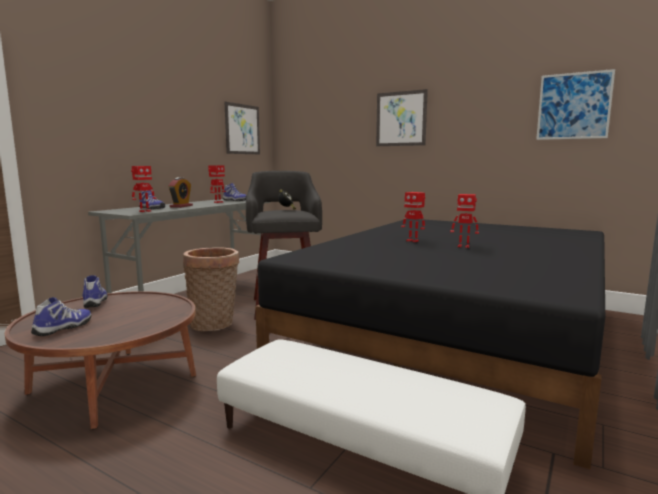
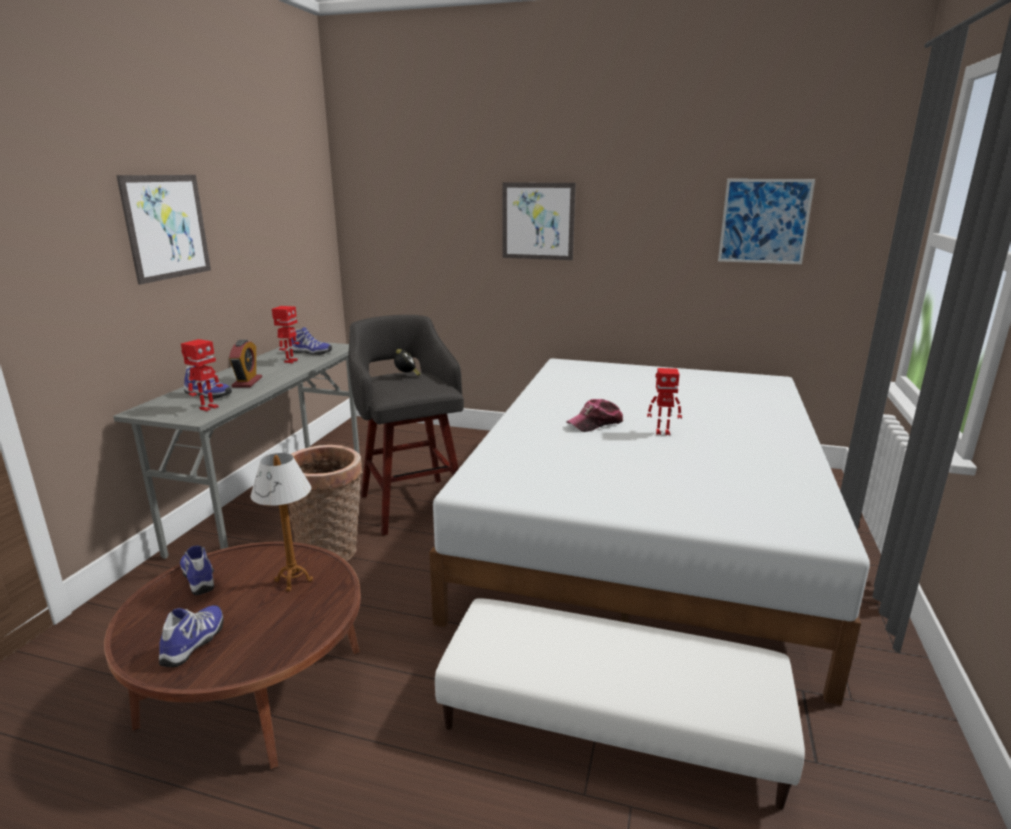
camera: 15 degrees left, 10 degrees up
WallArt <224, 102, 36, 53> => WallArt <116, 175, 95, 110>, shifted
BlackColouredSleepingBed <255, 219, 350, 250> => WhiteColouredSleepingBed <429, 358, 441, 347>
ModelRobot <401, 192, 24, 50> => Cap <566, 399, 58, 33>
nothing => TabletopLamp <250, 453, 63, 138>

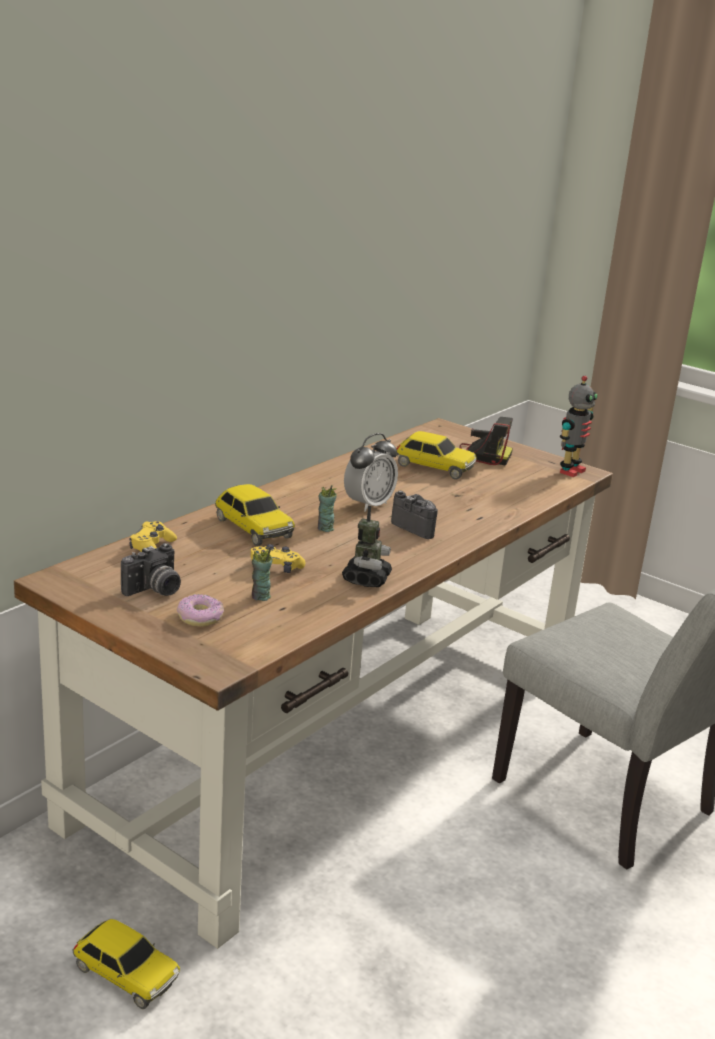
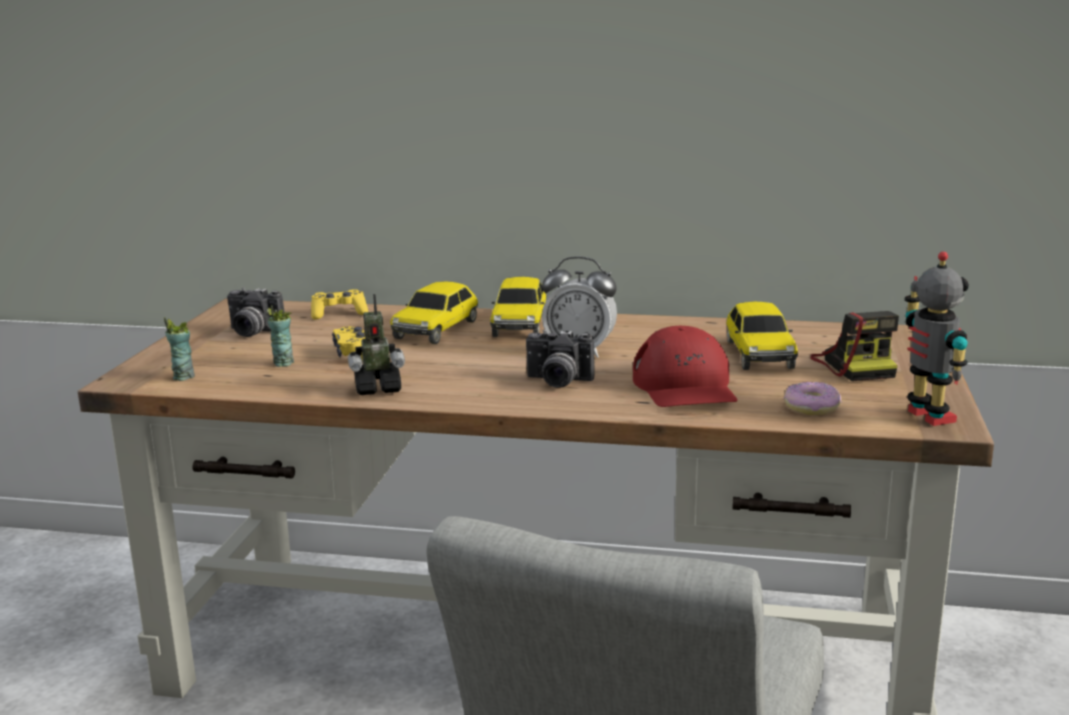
camera: 65 degrees right, 5 degrees down
ToyCar <73, 919, 107, 90> => ToyCar <490, 277, 56, 60>, shifted
Donut <177, 594, 47, 33> => Donut <784, 382, 58, 33>, shifted
Cup <318, 485, 19, 47> => Cup <164, 317, 31, 64>, shifted
StillCamera <391, 491, 47, 48> => StillCamera <526, 330, 69, 58>, 90 degrees clockwise
ModelRobot <560, 376, 37, 101> => ModelRobot <905, 251, 64, 175>, 120 degrees counterclockwise
nothing => RedColouredCap <633, 326, 105, 81>

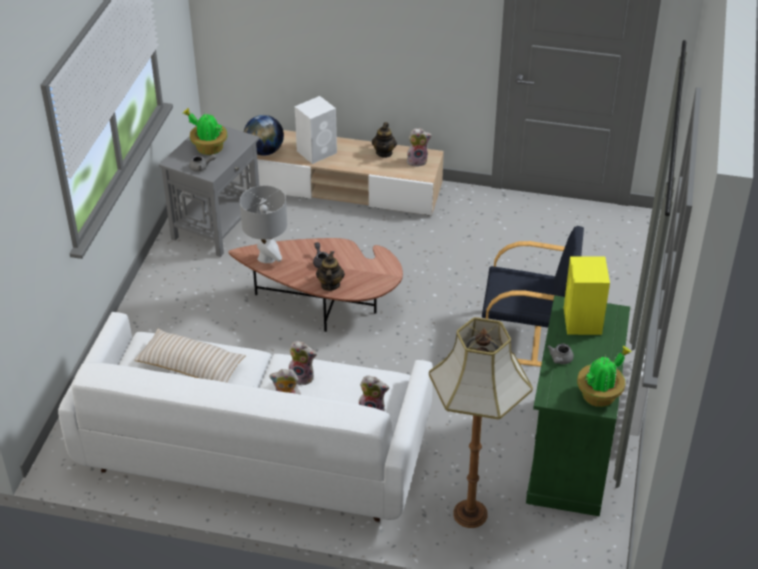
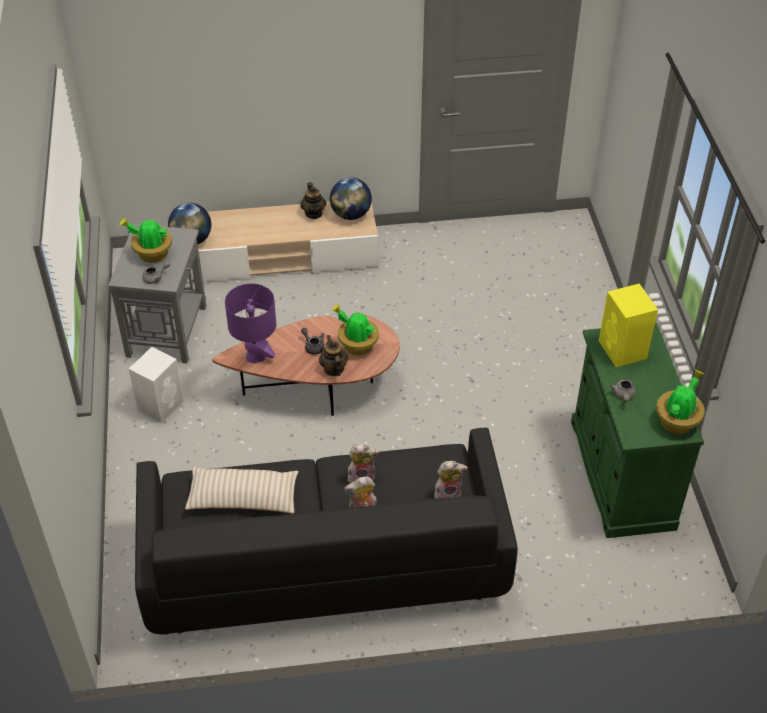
camera: 20 degrees left, 5 degrees up
WhiteColouredSofa <58, 312, 375, 210> => BlackColouredSofa <135, 428, 383, 207>
GreyTabletopLamp <240, 186, 47, 77> => PurpleTabletopLamp <225, 283, 51, 80>
WhiteColouredLoudspeaker <295, 96, 42, 68> => WhiteColouredLoudspeaker <129, 347, 55, 76>, shifted
PlushToy <407, 128, 25, 39> => Globe <330, 177, 42, 43>
StandingLamp <429, 317, 104, 211> => nothing
BlackColouredEasyChair <482, 226, 102, 141> => nothing
nothing => PottedPlant <332, 304, 47, 51>

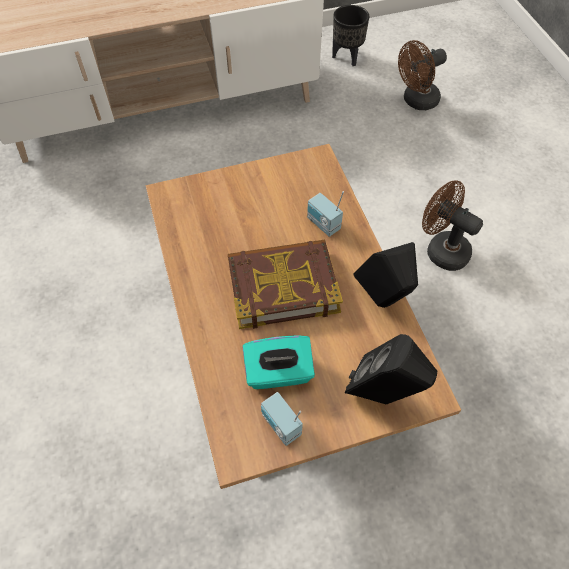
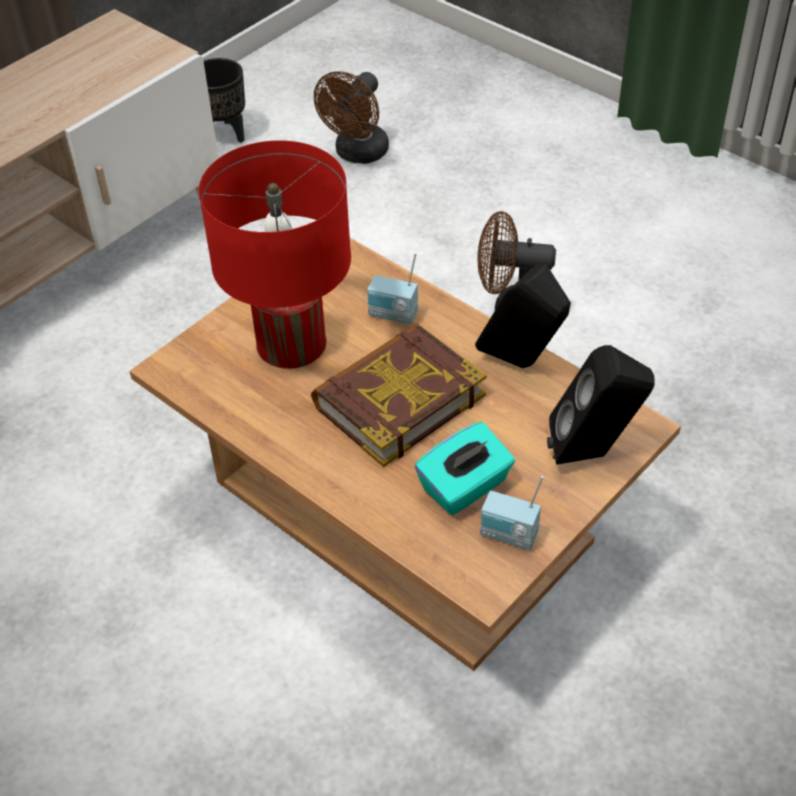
camera: 30 degrees left, 10 degrees down
nothing => RedColouredTabletopLamp <199, 140, 152, 229>

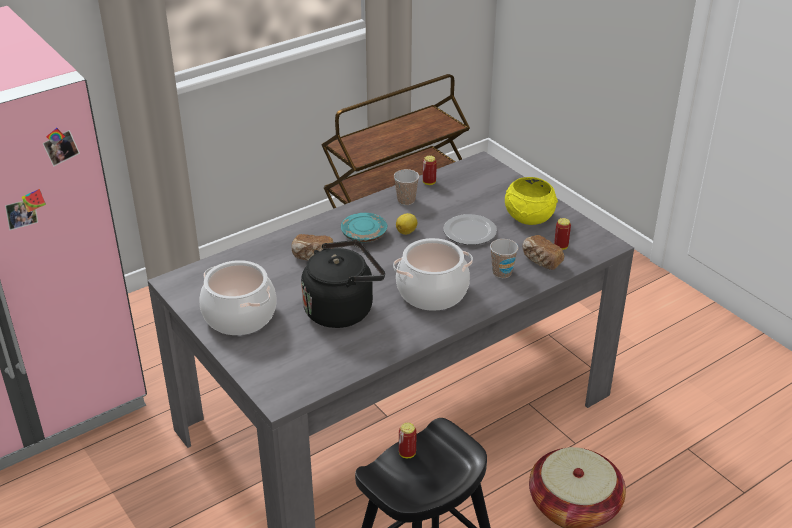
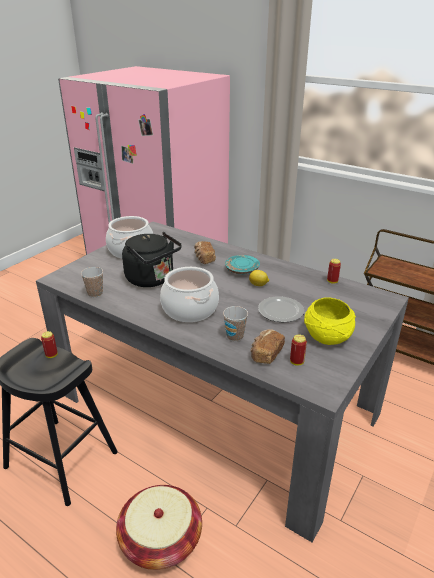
camera: 70 degrees right, 5 degrees down
Cup <394, 169, 25, 36> => Cup <81, 267, 22, 30>, shifted

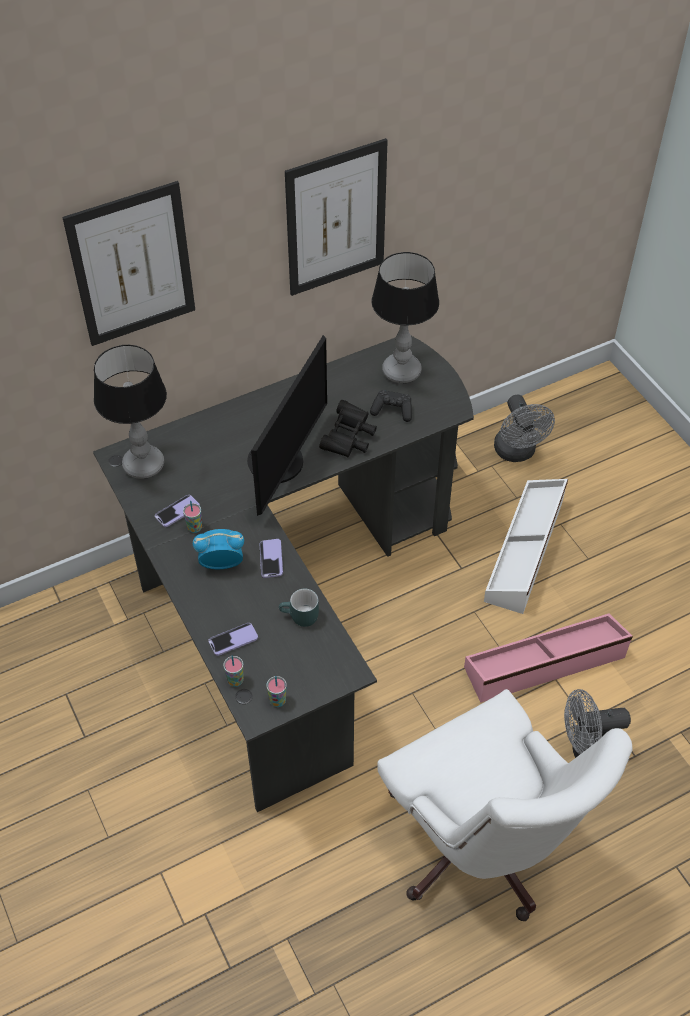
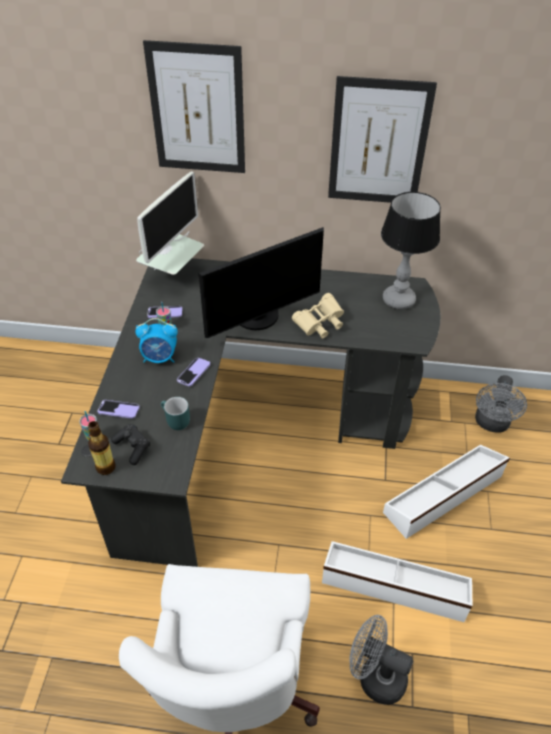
camera: 35 degrees right, 5 degrees down
TabletopLamp <94, 345, 73, 134> => ComputerScreen <136, 171, 68, 104>
AlarmClock <193, 529, 51, 40> => AlarmClock <135, 318, 43, 45>, 150 degrees clockwise
Cup <266, 676, 21, 31> => BeverageBottle <88, 421, 28, 54>
BlackColouredFieldGlasses <319, 400, 58, 58> => SandColouredFieldGlasses <292, 293, 52, 45>
BlackColouredGamepad <370, 390, 42, 32> => BlackColouredGamepad <111, 424, 39, 41>, shifted
PinkColouredStorageContainer <464, 613, 168, 90> => WhiteColouredStorageContainer <322, 541, 150, 81>

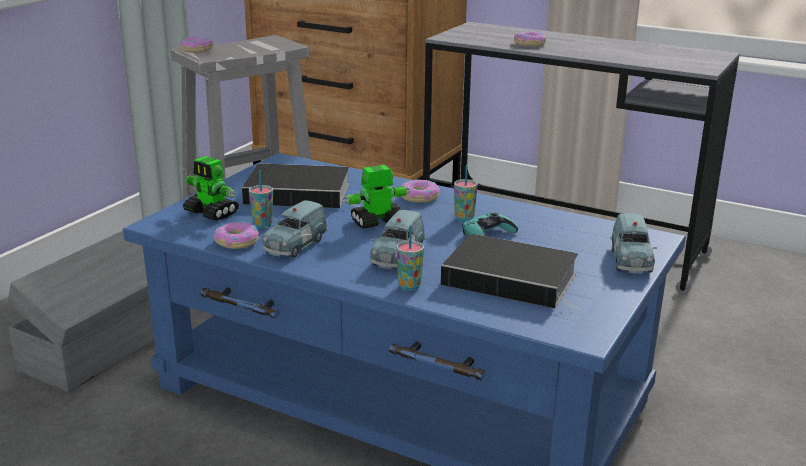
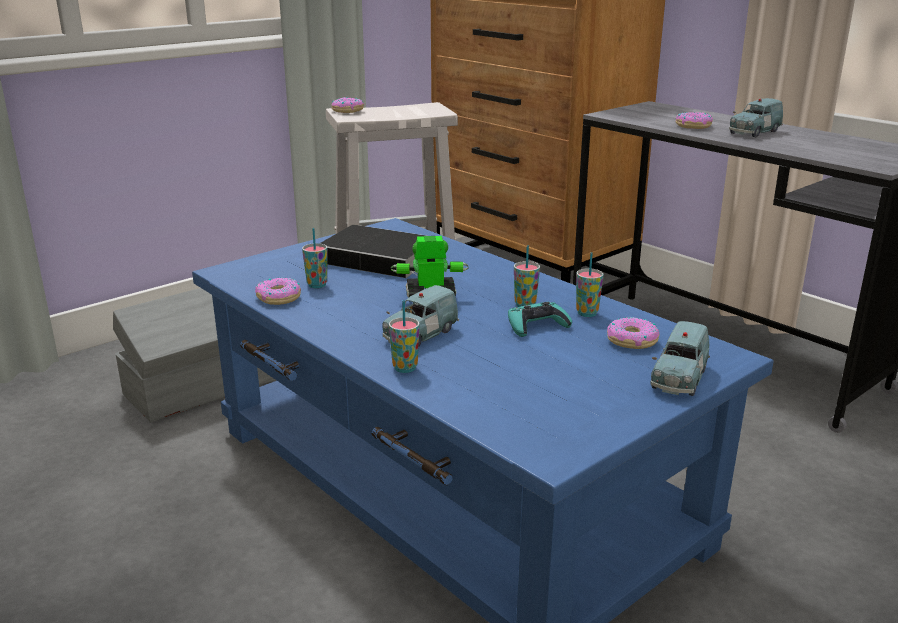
camera: 20 degrees right, 0 degrees up
ModelRobot <183, 156, 56, 65> => nothing
BluishToyCar <262, 200, 66, 58> => BluishToyCar <729, 98, 54, 39>, shifted
Donut <401, 179, 39, 23> => Donut <607, 317, 52, 32>, shifted
Volume <441, 234, 141, 76> => nothing
nothing => Cup <576, 252, 28, 65>

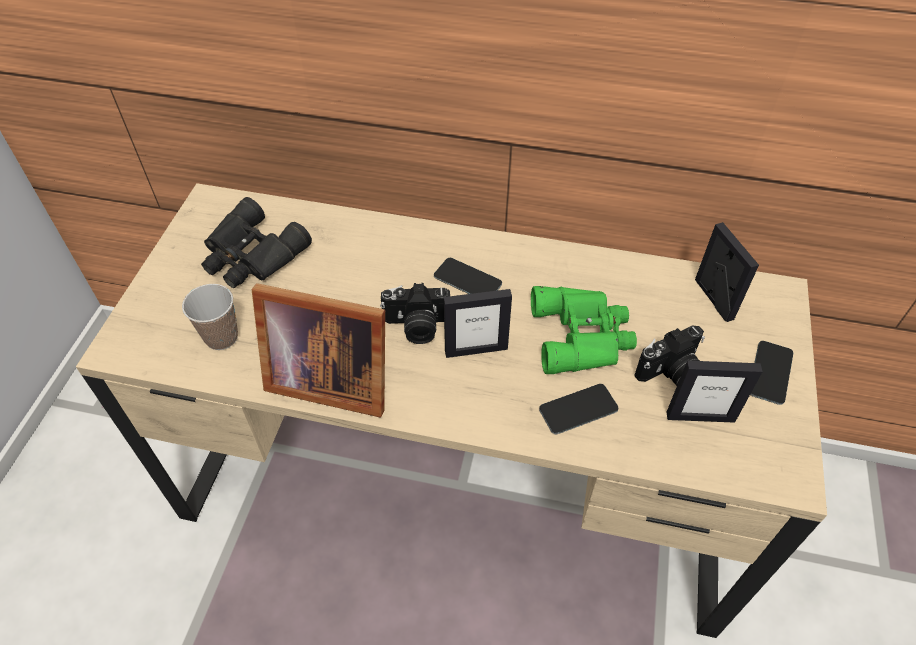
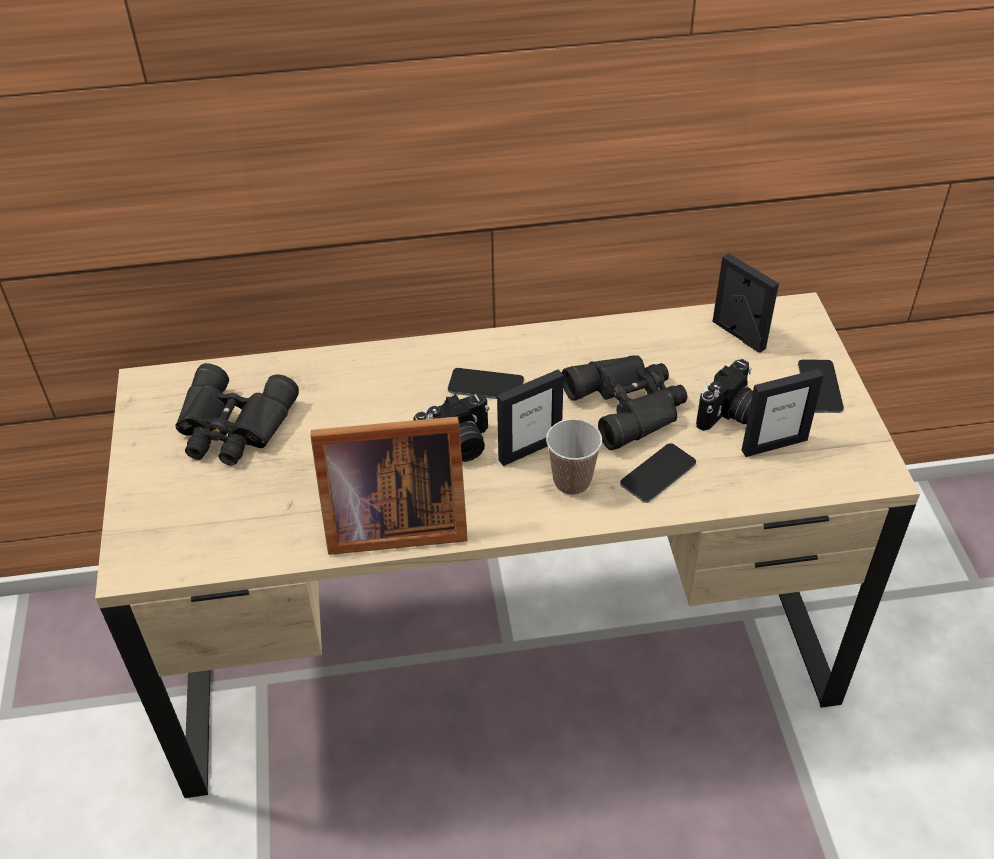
camera: 20 degrees left, 5 degrees down
Cup <182, 284, 56, 66> => Cup <546, 419, 56, 76>, shifted
GreenFieldGlasses <531, 286, 106, 88> => BlackColouredFieldGlasses <562, 356, 125, 94>

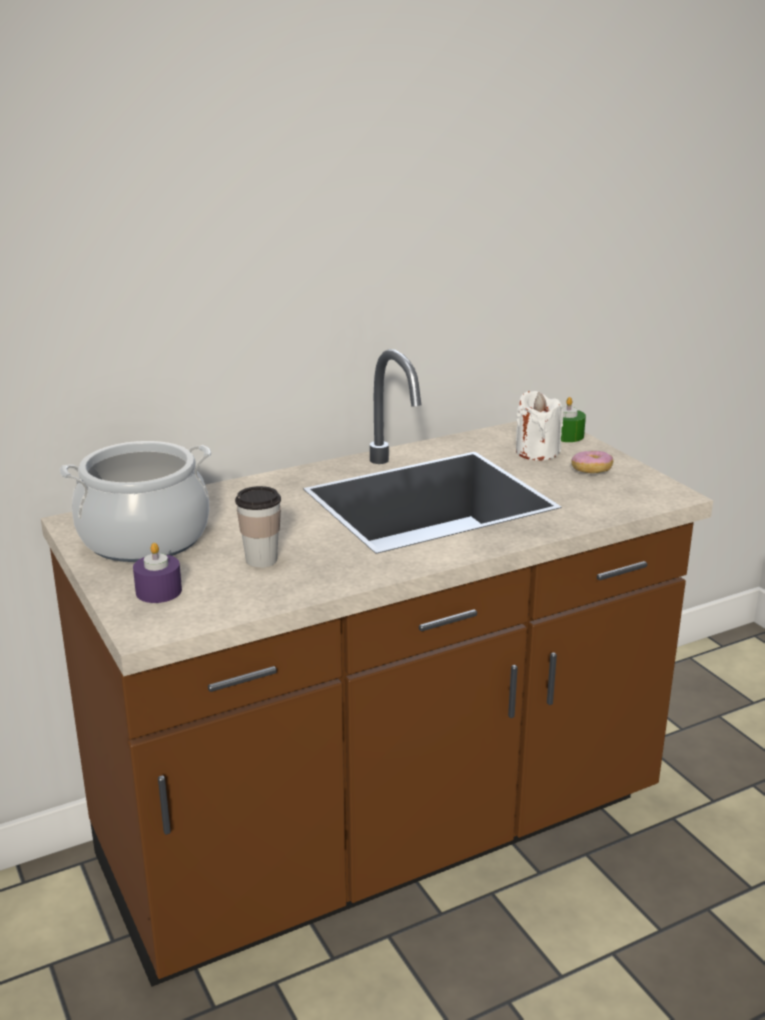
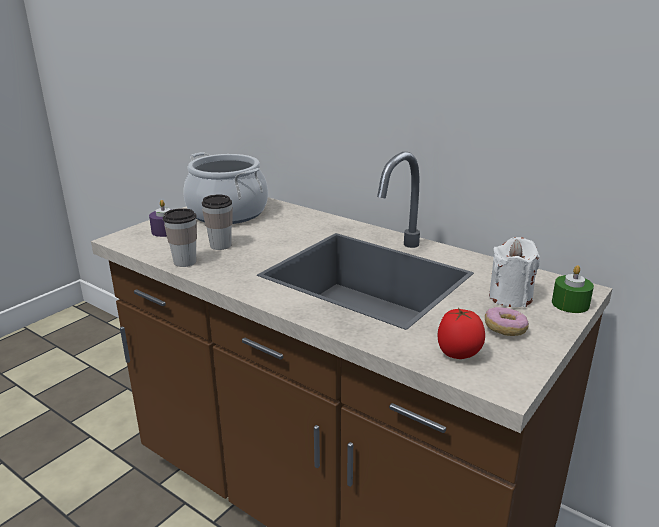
camera: 65 degrees right, 0 degrees up
nothing => Cup <163, 208, 34, 59>
nothing => Tomato <437, 308, 48, 51>

